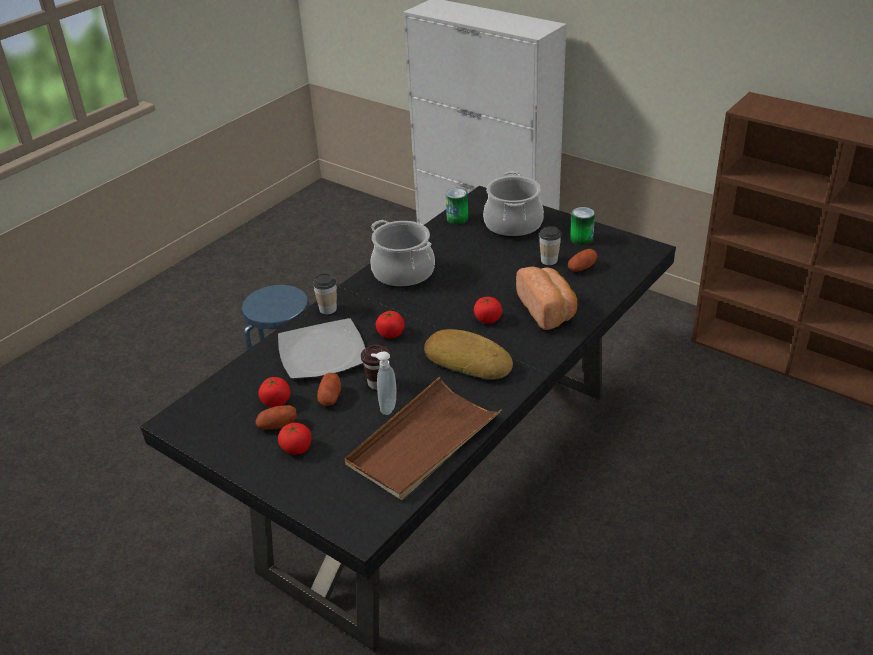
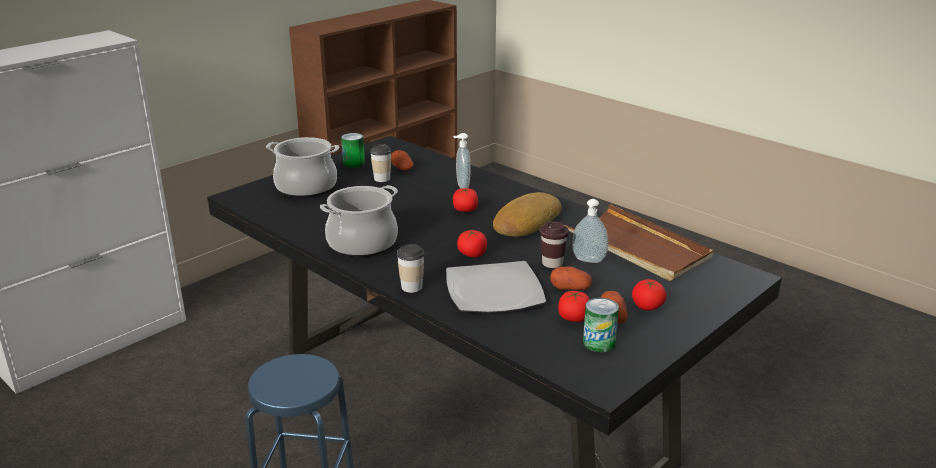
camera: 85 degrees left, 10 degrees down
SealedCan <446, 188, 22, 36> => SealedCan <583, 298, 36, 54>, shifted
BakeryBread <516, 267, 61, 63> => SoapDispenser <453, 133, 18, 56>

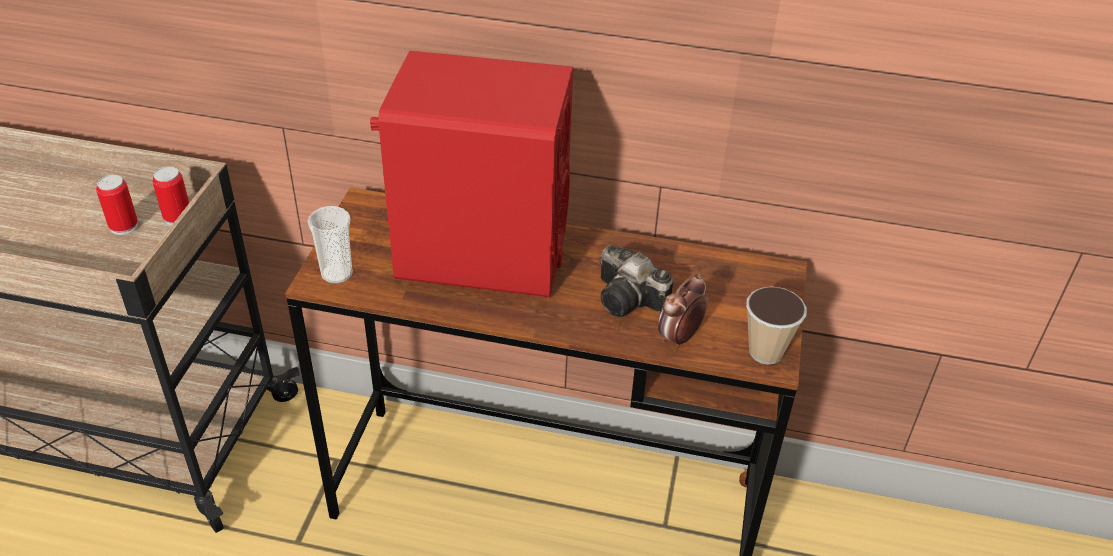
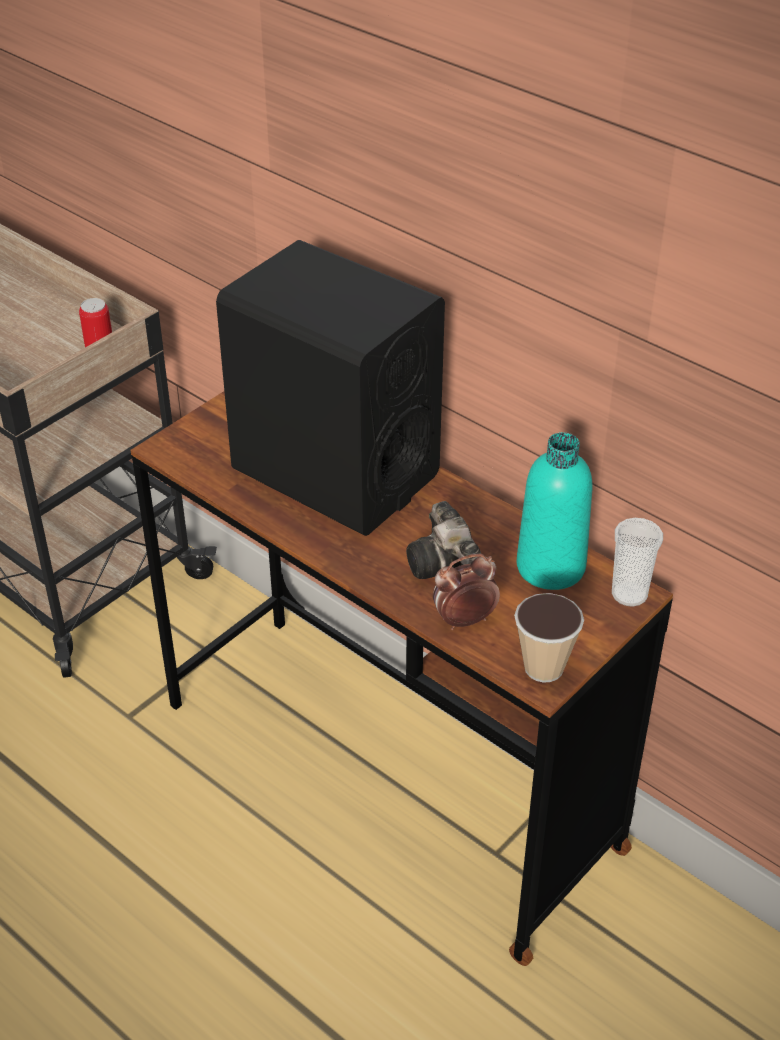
camera: 30 degrees right, 0 degrees up
SealedCan <96, 175, 42, 60> => nothing
Cup <307, 206, 46, 78> => Cup <612, 518, 51, 89>, shifted
RedColouredLoudspeaker <370, 51, 203, 246> => BlackColouredLoudspeaker <216, 240, 229, 296>
nothing => TurquoiseColouredBeverageBottle <516, 432, 76, 158>

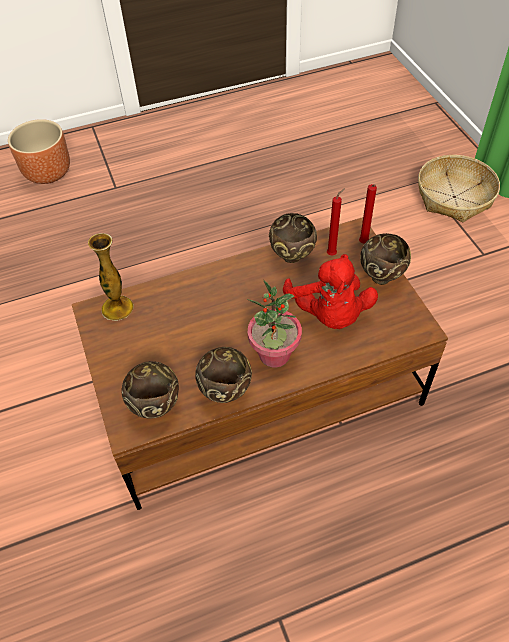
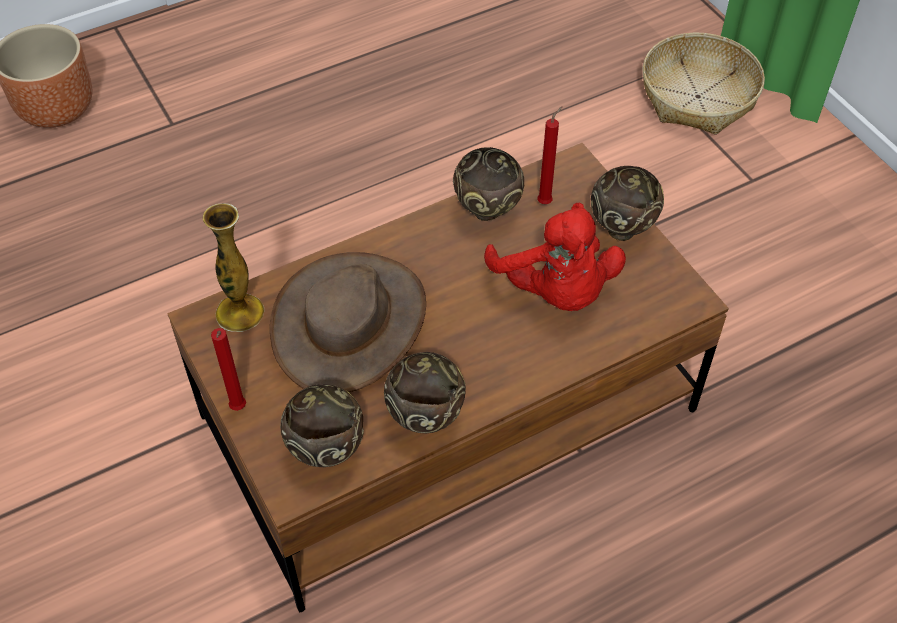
camera: 10 degrees left, 0 degrees up
PottedPlant <247, 280, 55, 88> => nothing
RedColouredCandle <359, 184, 18, 60> => RedColouredCandle <211, 328, 35, 83>, shifted
nothing => BrownColouredWearableHat <270, 252, 156, 140>

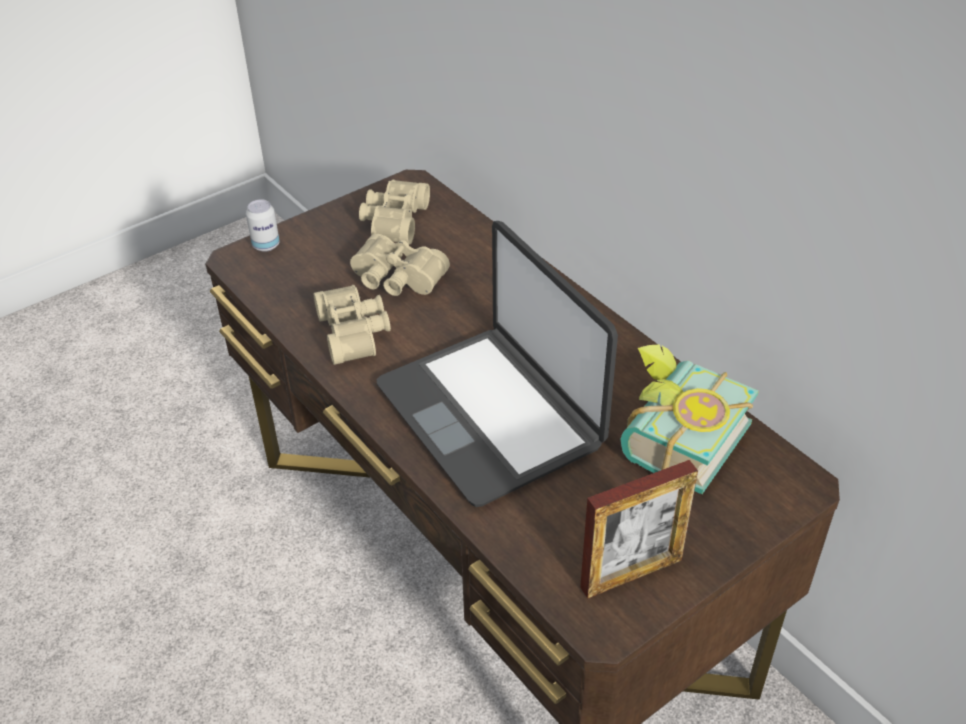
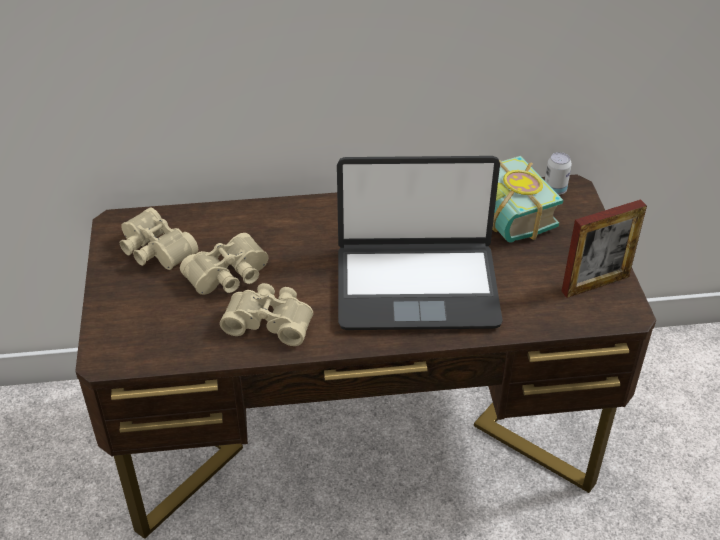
camera: 60 degrees left, 0 degrees up
SealedCan <246, 199, 34, 53> => SealedCan <545, 152, 27, 43>, shifted
StandingFrame <580, 460, 118, 139> => StandingFrame <561, 199, 86, 99>, 60 degrees clockwise

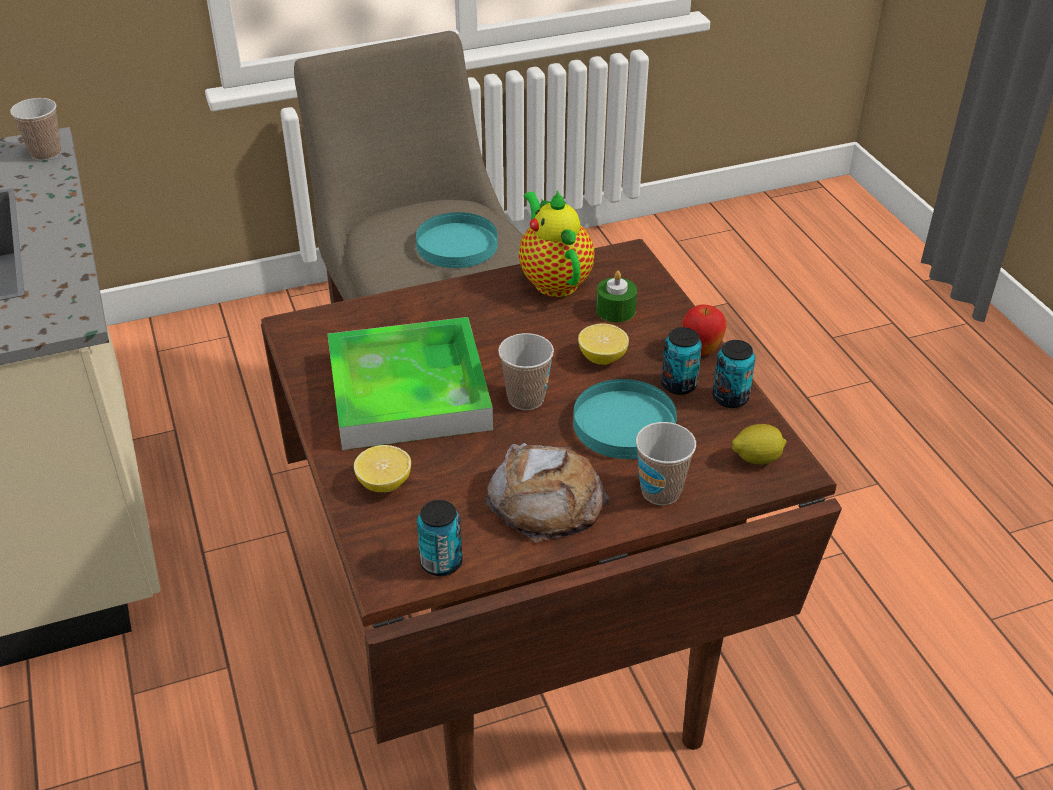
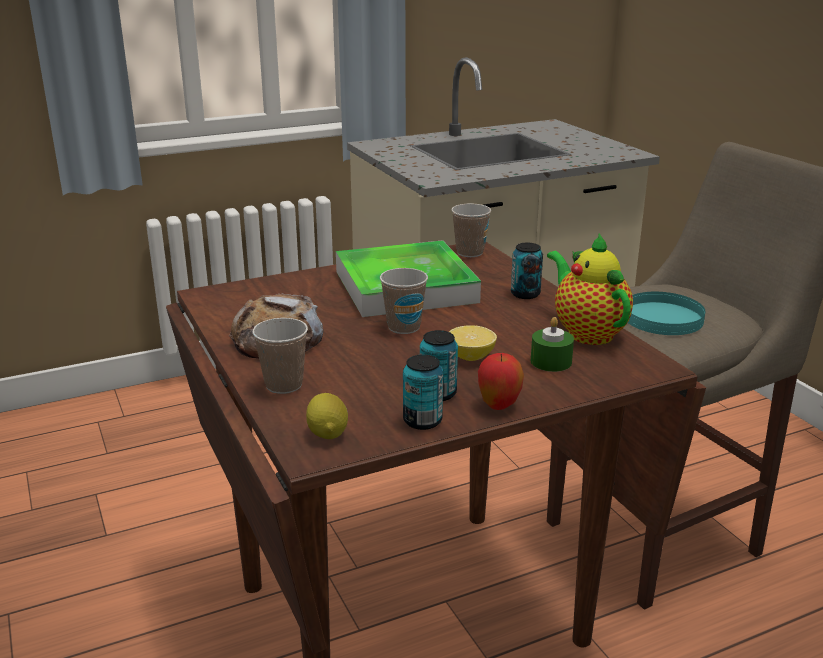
camera: 85 degrees right, 15 degrees down
Cup <10, 98, 51, 63> => Cup <451, 204, 40, 53>, shifted
CitrusFruit <354, 445, 57, 47> => nothing
SealedCan <417, 500, 46, 76> => SealedCan <511, 243, 32, 56>, shifted
TeaPot <519, 190, 75, 107> => TeaPot <547, 233, 86, 112>, 90 degrees counterclockwise
TurquoiseColouredDinnerPlate <573, 379, 104, 80> => nothing

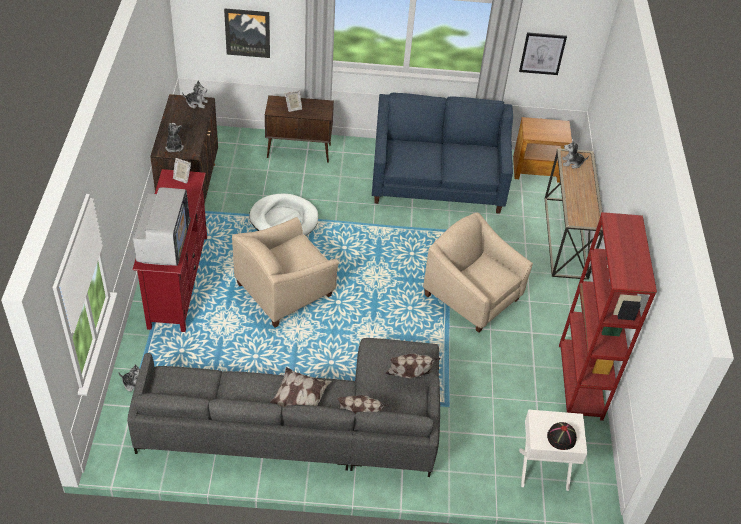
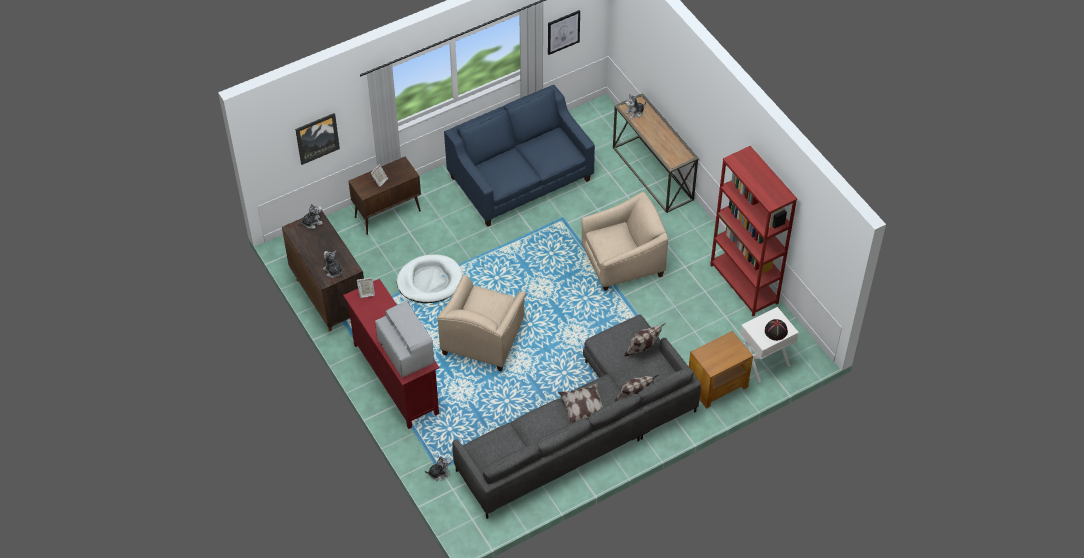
camera: 30 degrees left, 5 degrees up
SandColouredEasyChair <423, 212, 110, 121> => SandColouredEasyChair <581, 192, 87, 99>, 150 degrees clockwise
BrownColouredEndTable <513, 117, 59, 66> => BrownColouredEndTable <689, 331, 64, 78>, shifted

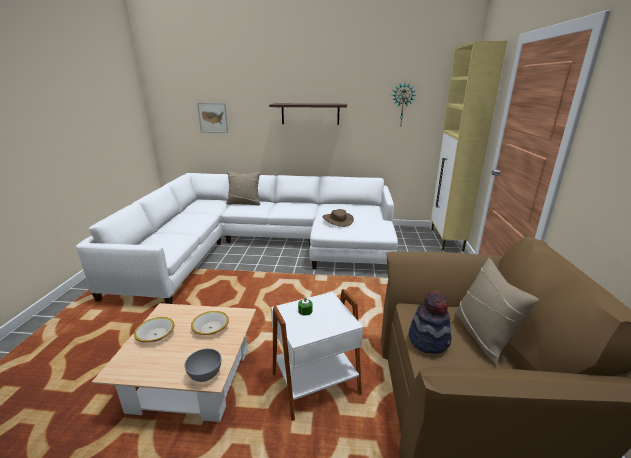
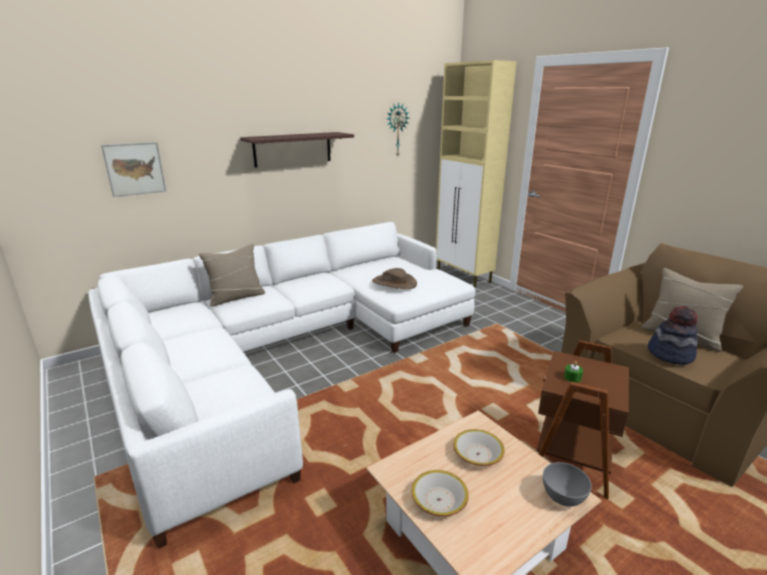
camera: 40 degrees left, 0 degrees up
WhiteColouredEndTable <271, 289, 92, 132> => BrownColouredEndTable <537, 341, 92, 158>

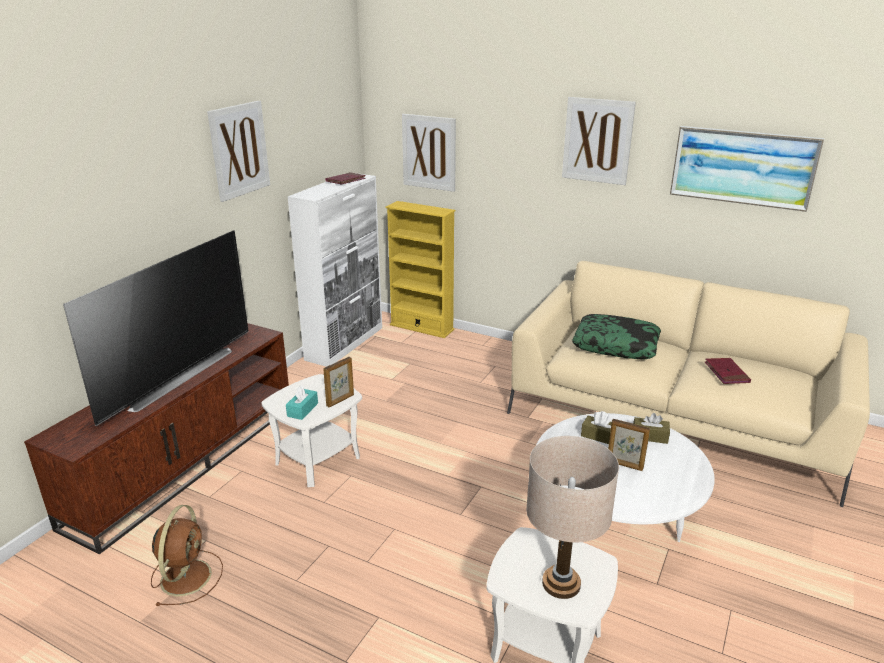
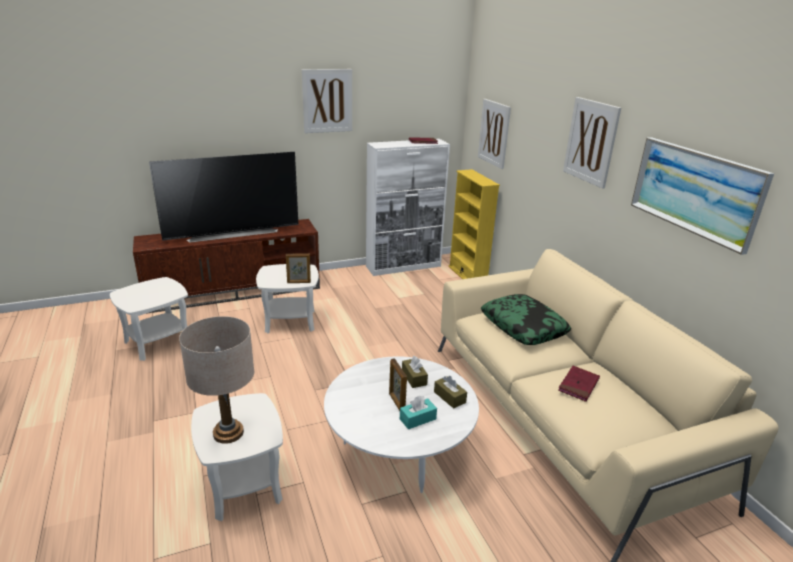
camera: 40 degrees right, 0 degrees up
BrownColouredCoolingFan <151, 505, 72, 101> => WhiteColouredEndTable <110, 277, 78, 84>
TurquoiseColouredTissueHolder <286, 385, 32, 35> => TurquoiseColouredTissueHolder <400, 396, 37, 33>, shifted

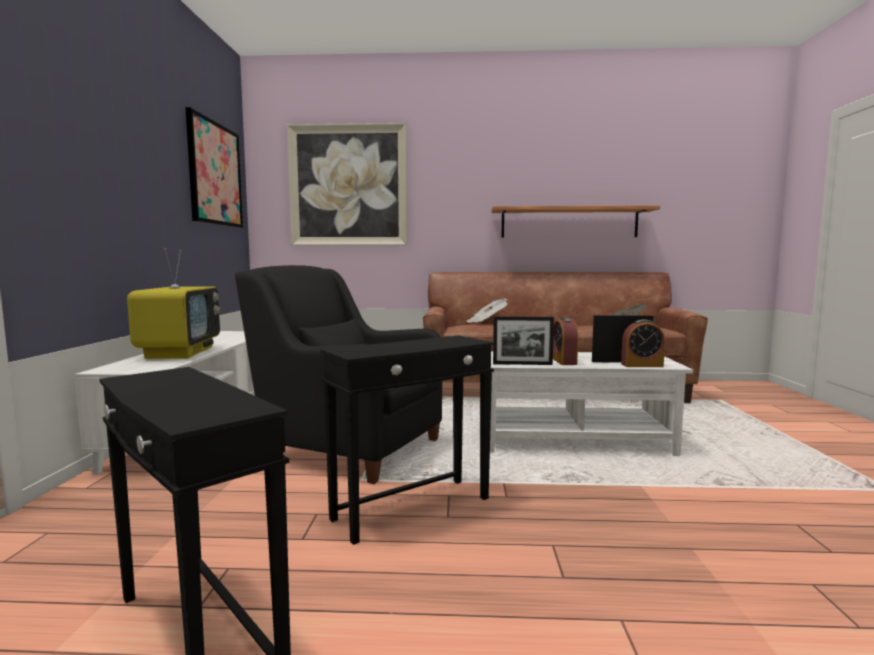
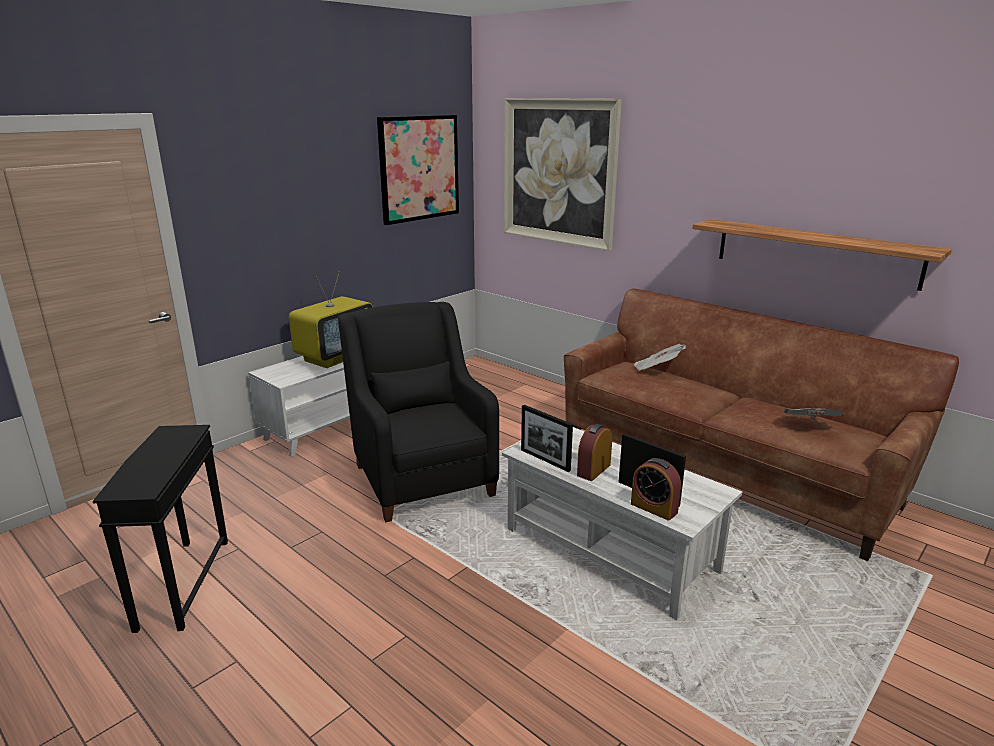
camera: 40 degrees right, 15 degrees up
BlackColouredEndTable <321, 336, 173, 209> => nothing

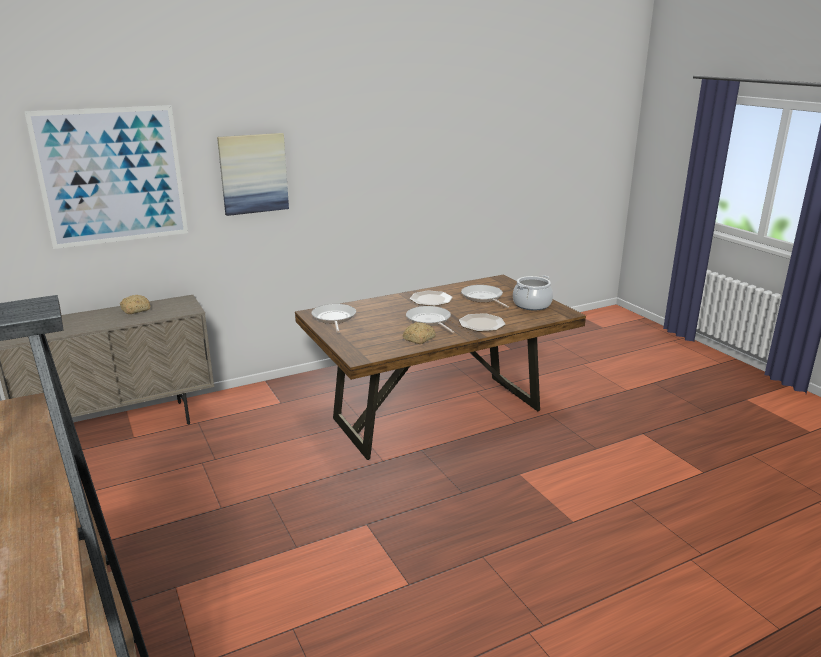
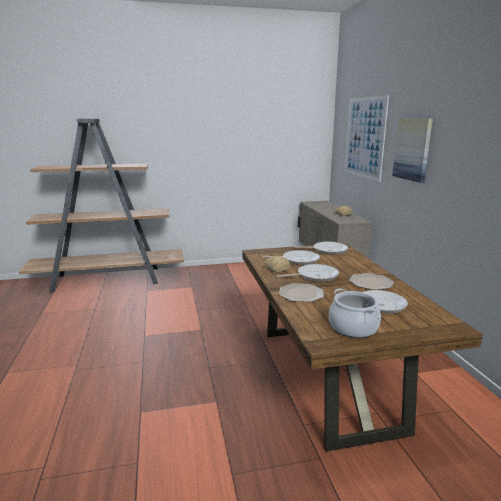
camera: 105 degrees right, 5 degrees down
nothing => Skillet <262, 250, 58, 15>

